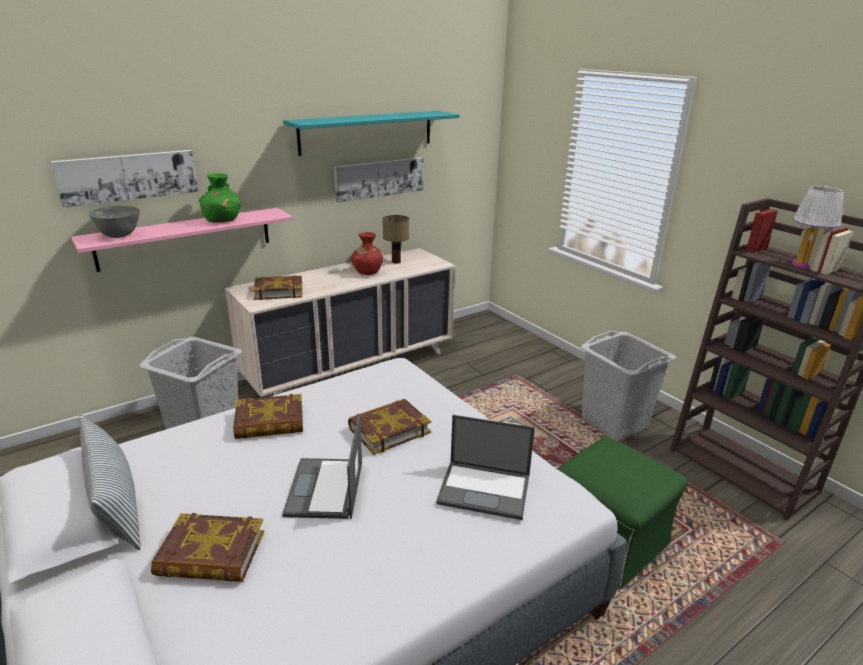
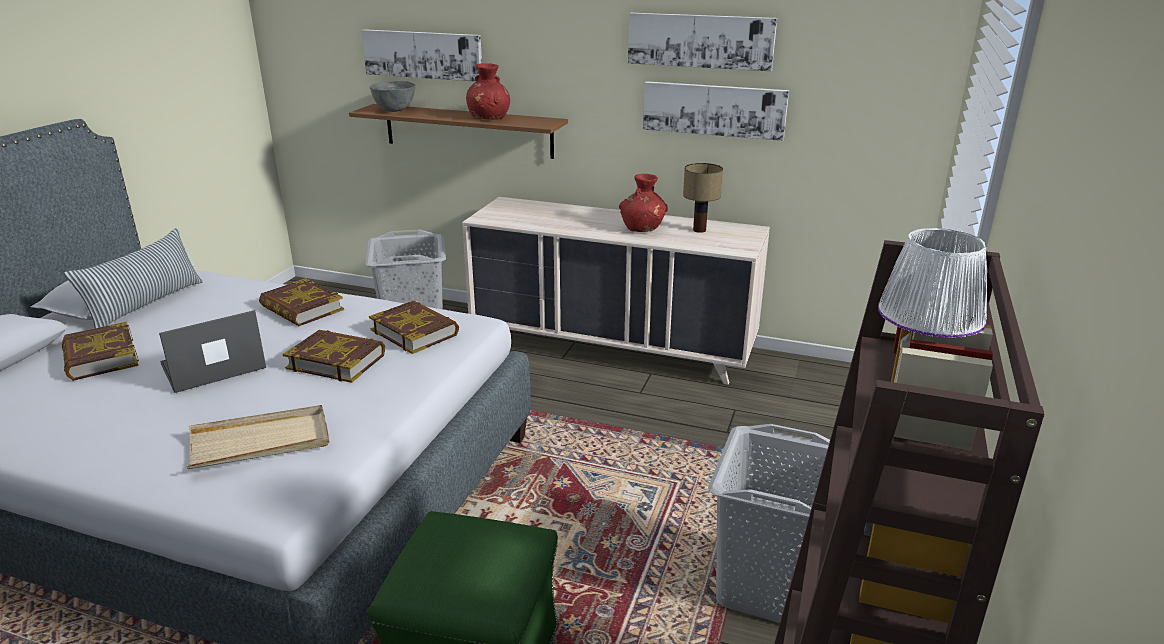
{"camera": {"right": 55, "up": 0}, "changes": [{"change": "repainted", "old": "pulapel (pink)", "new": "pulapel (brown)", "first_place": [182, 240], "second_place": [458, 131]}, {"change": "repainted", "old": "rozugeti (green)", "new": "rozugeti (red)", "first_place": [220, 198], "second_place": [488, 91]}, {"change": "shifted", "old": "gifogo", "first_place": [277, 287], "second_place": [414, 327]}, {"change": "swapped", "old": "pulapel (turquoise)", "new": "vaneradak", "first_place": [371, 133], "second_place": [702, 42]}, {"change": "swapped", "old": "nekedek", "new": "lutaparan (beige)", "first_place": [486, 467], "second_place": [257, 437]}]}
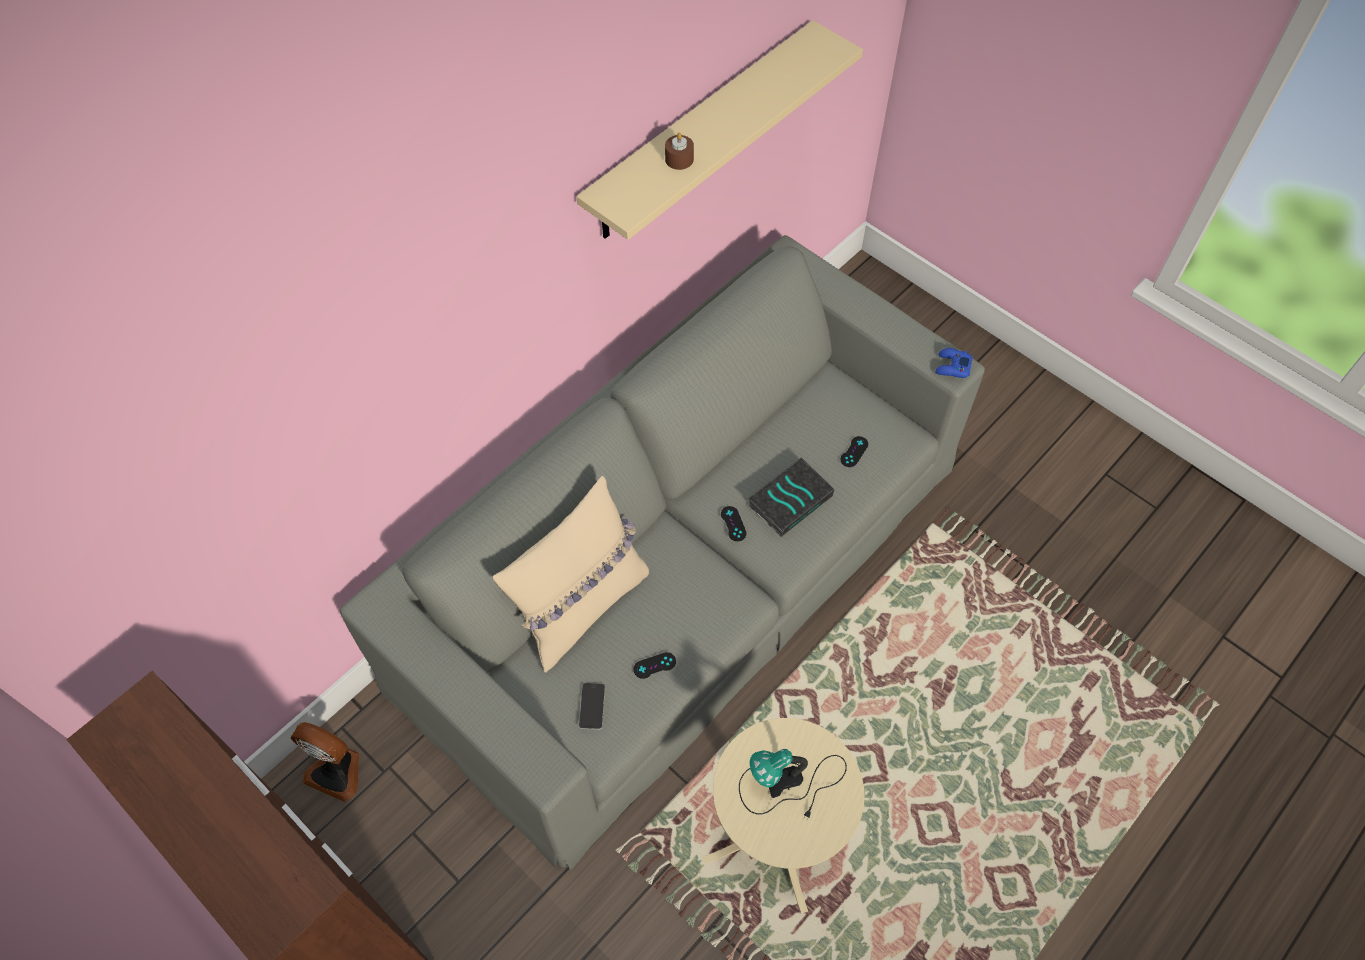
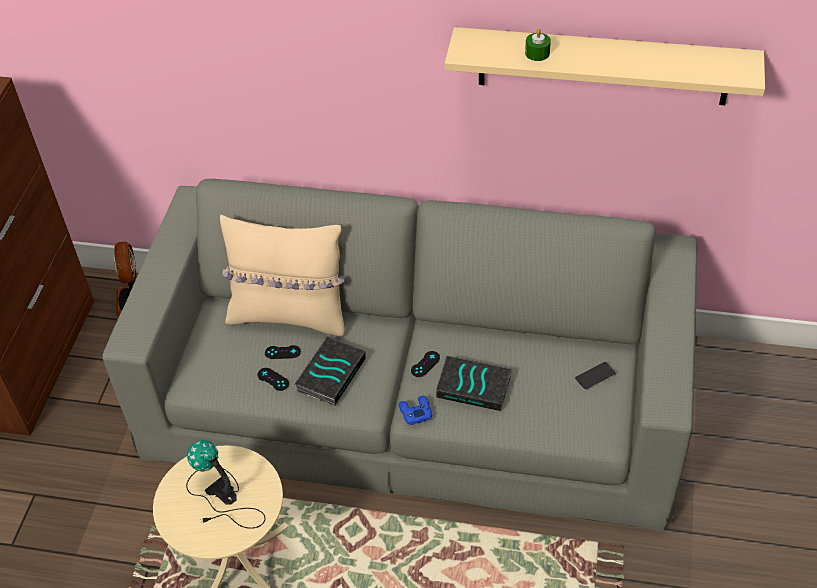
{"camera": {"right": 60, "up": -10}, "changes": [{"change": "shifted", "old": "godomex", "first_place": [592, 706], "second_place": [595, 376]}, {"change": "repainted", "old": "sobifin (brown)", "new": "sobifin (green)", "first_place": [679, 151], "second_place": [538, 45]}, {"change": "shifted", "old": "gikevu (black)", "first_place": [854, 451], "second_place": [283, 352]}, {"change": "shifted", "old": "gikevu (blue)", "first_place": [954, 363], "second_place": [415, 410]}, {"change": "new", "new": "gifogo", "second_place": [330, 371]}]}
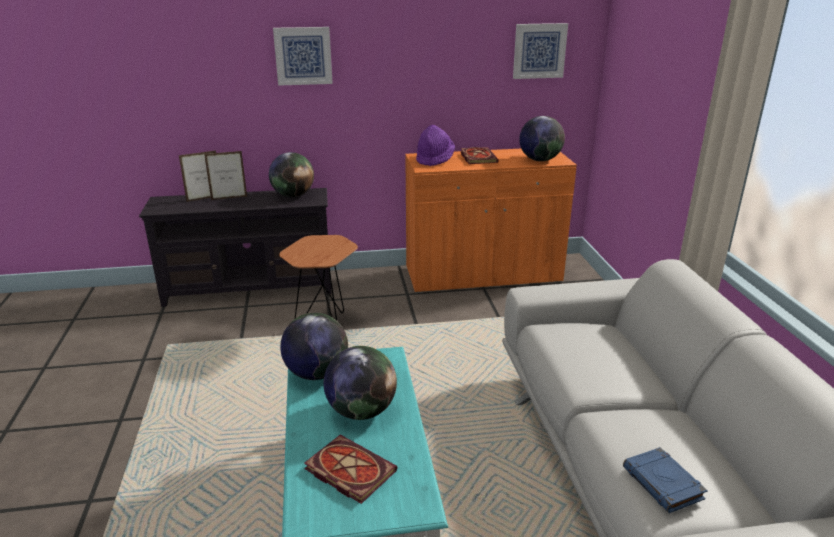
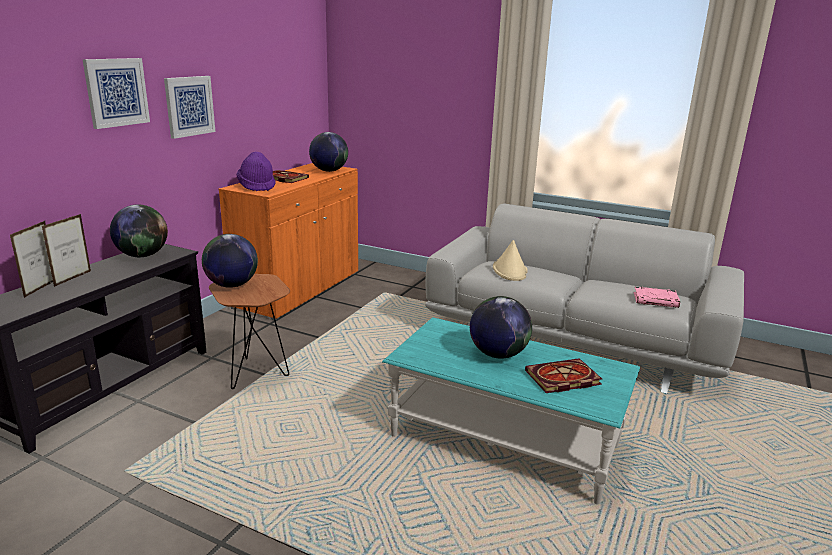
{"camera": {"right": -55, "up": -5}, "changes": [{"change": "shifted", "old": "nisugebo", "first_place": [314, 346], "second_place": [230, 261]}, {"change": "shifted", "old": "vaneradak", "first_place": [540, 51], "second_place": [190, 107]}, {"change": "repainted", "old": "gifogo (blue)", "new": "gifogo (pink)", "first_place": [665, 480], "second_place": [657, 297]}, {"change": "new", "new": "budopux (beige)", "second_place": [510, 260]}]}
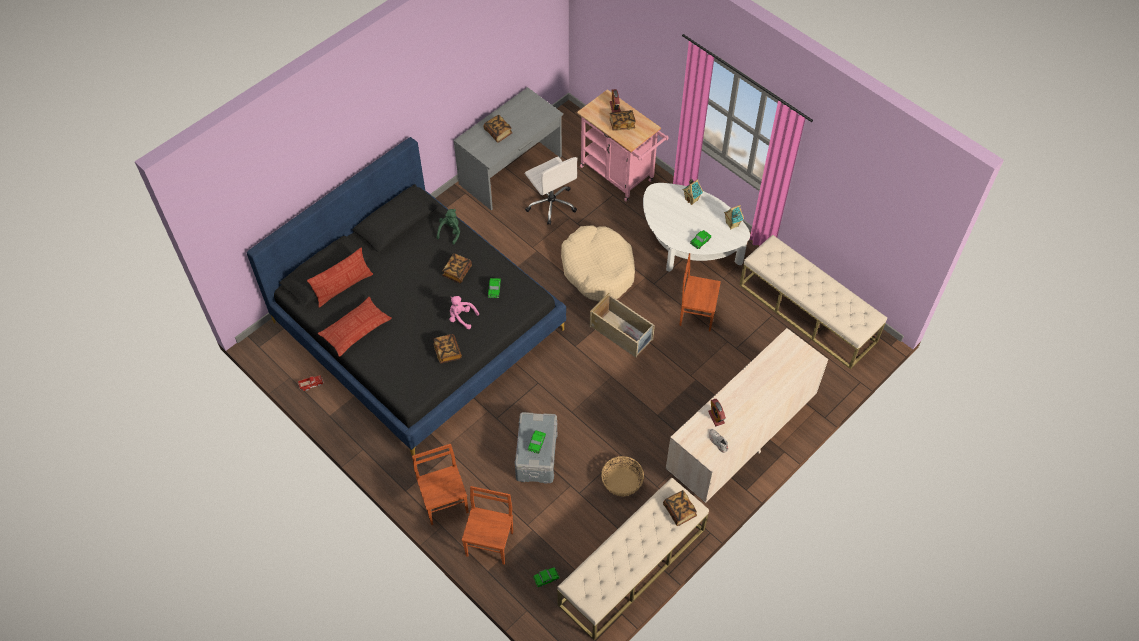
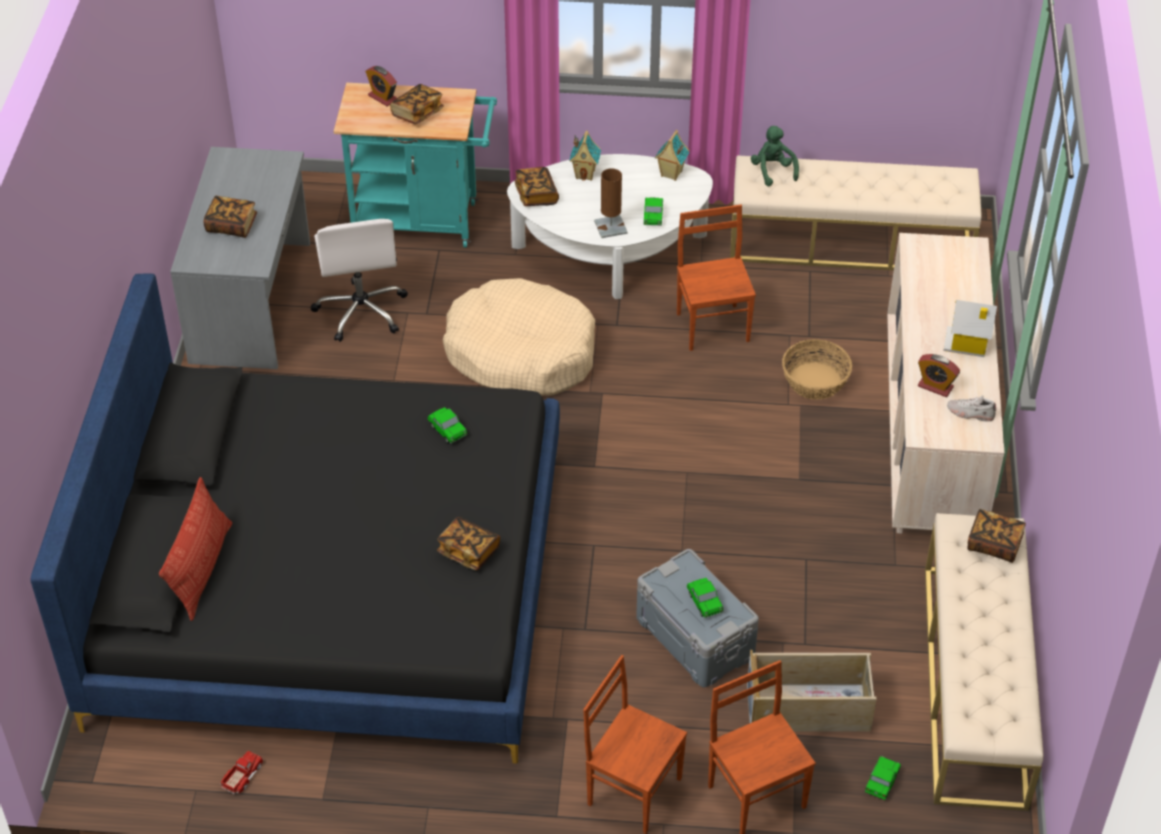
{"camera": {"right": -40, "up": -10}, "changes": [{"change": "gone", "old": "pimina", "first_place": [355, 327]}, {"change": "shifted", "old": "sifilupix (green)", "first_place": [448, 226], "second_place": [775, 156]}, {"change": "shifted", "old": "gifogo", "first_place": [457, 268], "second_place": [537, 186]}, {"change": "gone", "old": "sifilupix (pink)", "first_place": [464, 312]}, {"change": "rotated", "old": "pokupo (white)", "first_place": [551, 190], "second_place": [359, 280], "degrees": 60}, {"change": "repainted", "old": "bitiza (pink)", "new": "bitiza (turquoise)", "first_place": [623, 145], "second_place": [415, 165]}, {"change": "shifted", "old": "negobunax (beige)", "first_place": [622, 325], "second_place": [812, 691]}, {"change": "shifted", "old": "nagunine", "first_place": [622, 476], "second_place": [817, 369]}, {"change": "rotated", "old": "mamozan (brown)", "first_place": [700, 292], "second_place": [716, 277], "degrees": 105}, {"change": "new", "new": "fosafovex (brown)", "second_place": [611, 203]}, {"change": "new", "new": "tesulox", "second_place": [970, 328]}]}
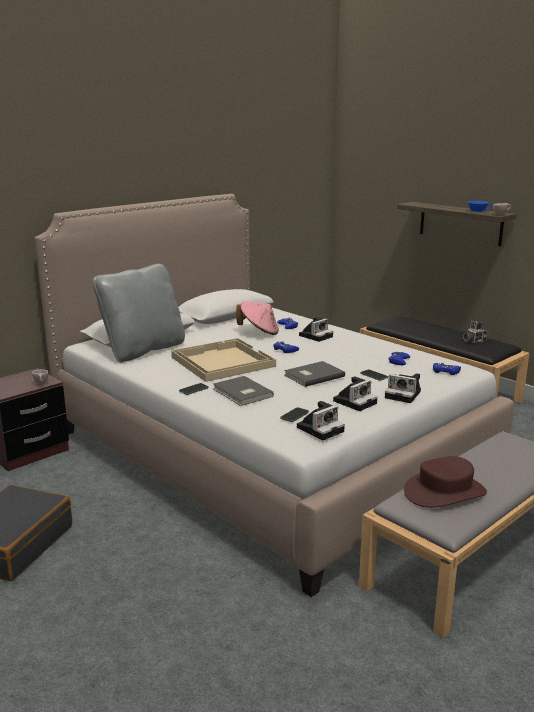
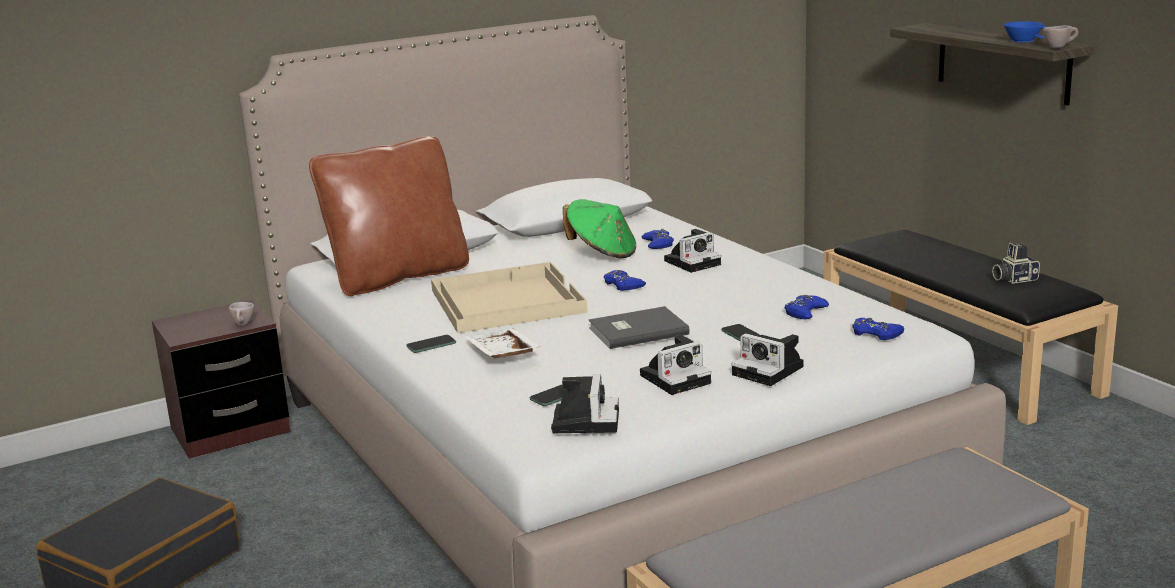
{"camera": {"right": 15, "up": 0}, "changes": [{"change": "repainted", "old": "pimina (grey)", "new": "pimina (brown)", "first_place": [139, 313], "second_place": [389, 216]}, {"change": "swapped", "old": "gifogo (grey)", "new": "lutaparan (white)", "first_place": [243, 391], "second_place": [503, 343]}, {"change": "repainted", "old": "budopux (pink)", "new": "budopux (green)", "first_place": [257, 318], "second_place": [599, 228]}, {"change": "rotated", "old": "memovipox", "first_place": [321, 421], "second_place": [585, 403], "degrees": -60}, {"change": "gone", "old": "budopux (brown)", "first_place": [445, 482]}]}
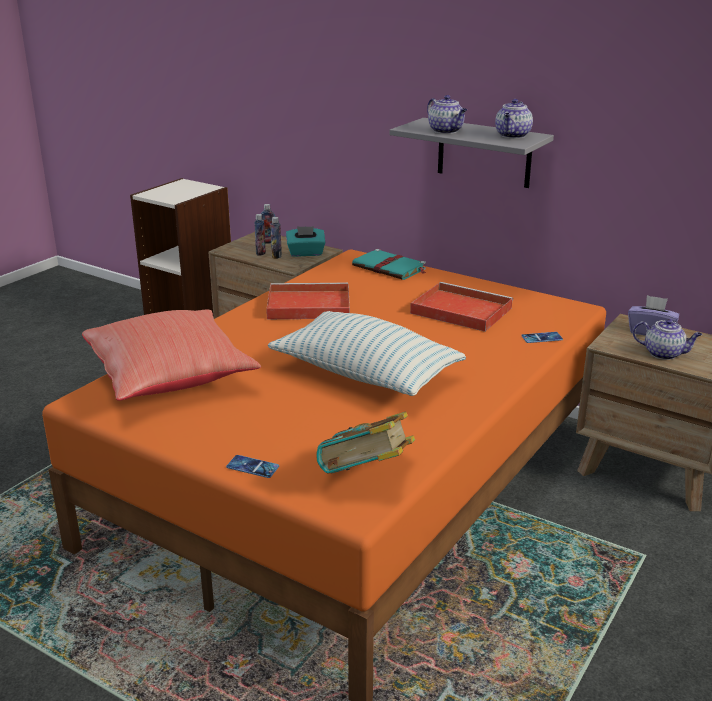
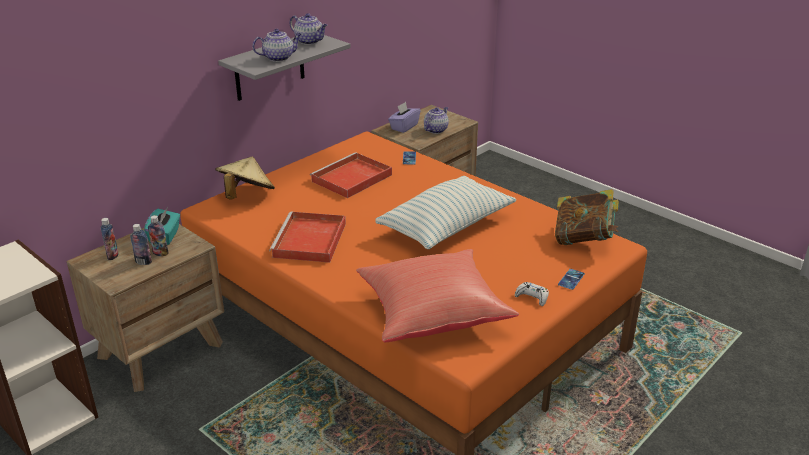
{"camera": {"right": -80, "up": 5}, "changes": [{"change": "swapped", "old": "gifogo (turquoise)", "new": "budopux (beige)", "first_place": [389, 264], "second_place": [245, 178]}, {"change": "new", "new": "gikevu (white)", "second_place": [532, 294]}]}
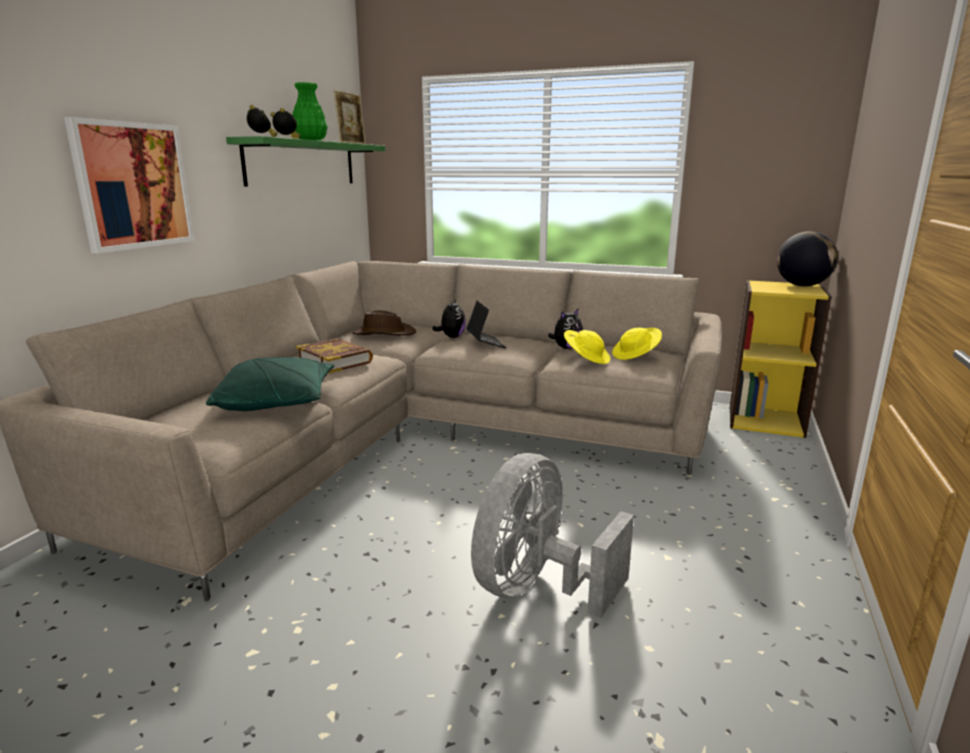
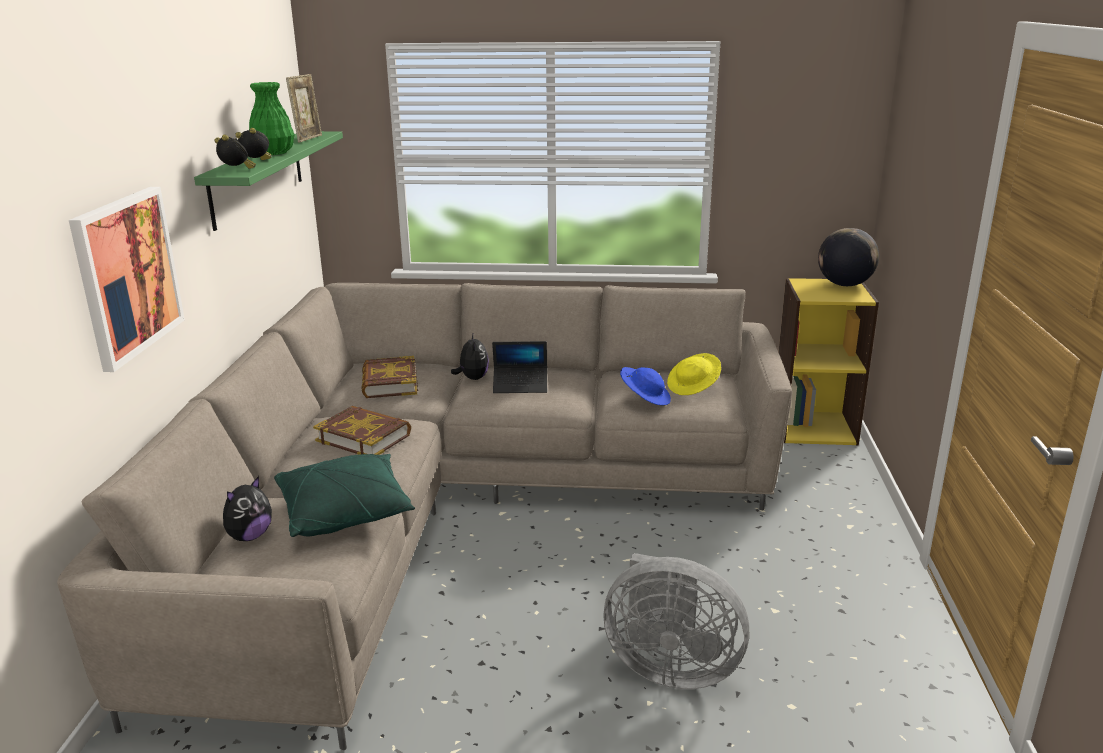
{"camera": {"right": -15, "up": 5}, "changes": [{"change": "swapped", "old": "budopux (brown)", "new": "gifogo", "first_place": [384, 323], "second_place": [389, 377]}, {"change": "rotated", "old": "nekedek", "first_place": [486, 324], "second_place": [519, 367], "degrees": 120}, {"change": "rotated", "old": "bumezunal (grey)", "first_place": [552, 535], "second_place": [676, 621], "degrees": -90}, {"change": "shifted", "old": "sifilupix", "first_place": [565, 329], "second_place": [247, 508]}, {"change": "repainted", "old": "budopux (yellow)", "new": "budopux (blue)", "first_place": [587, 347], "second_place": [645, 386]}]}
